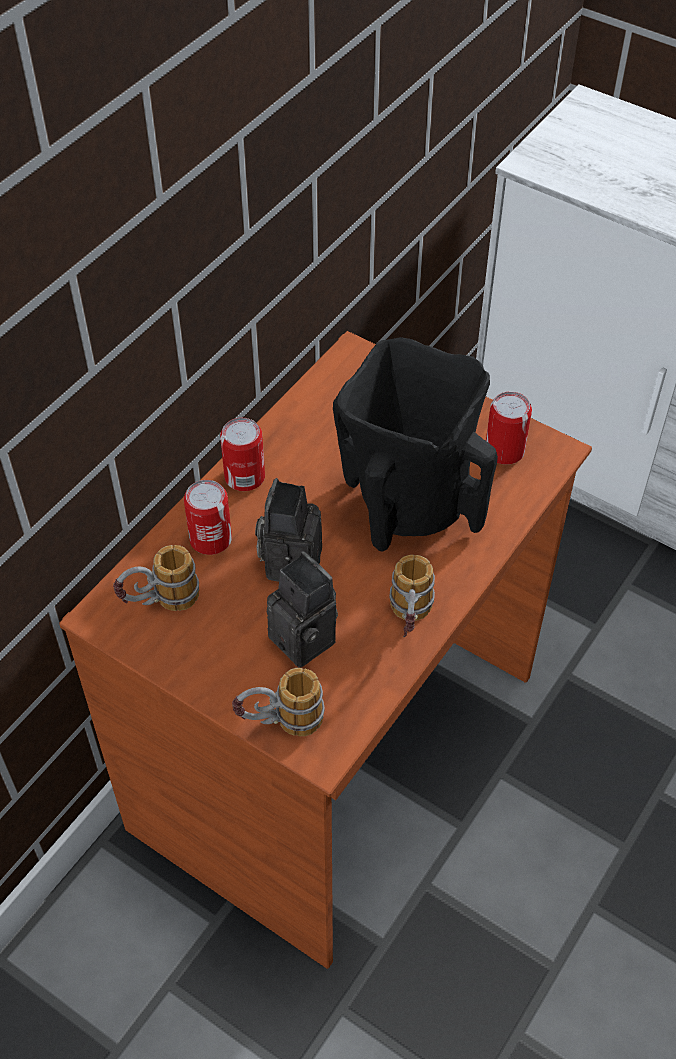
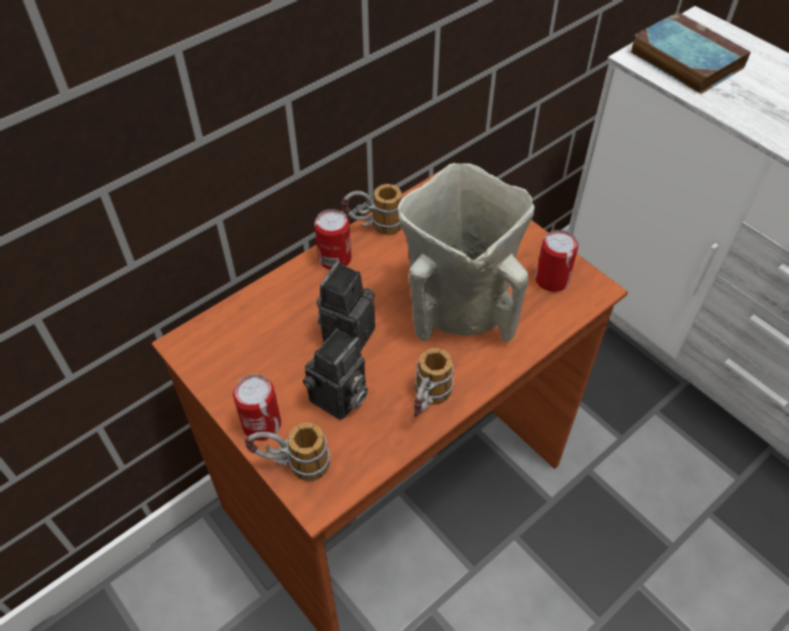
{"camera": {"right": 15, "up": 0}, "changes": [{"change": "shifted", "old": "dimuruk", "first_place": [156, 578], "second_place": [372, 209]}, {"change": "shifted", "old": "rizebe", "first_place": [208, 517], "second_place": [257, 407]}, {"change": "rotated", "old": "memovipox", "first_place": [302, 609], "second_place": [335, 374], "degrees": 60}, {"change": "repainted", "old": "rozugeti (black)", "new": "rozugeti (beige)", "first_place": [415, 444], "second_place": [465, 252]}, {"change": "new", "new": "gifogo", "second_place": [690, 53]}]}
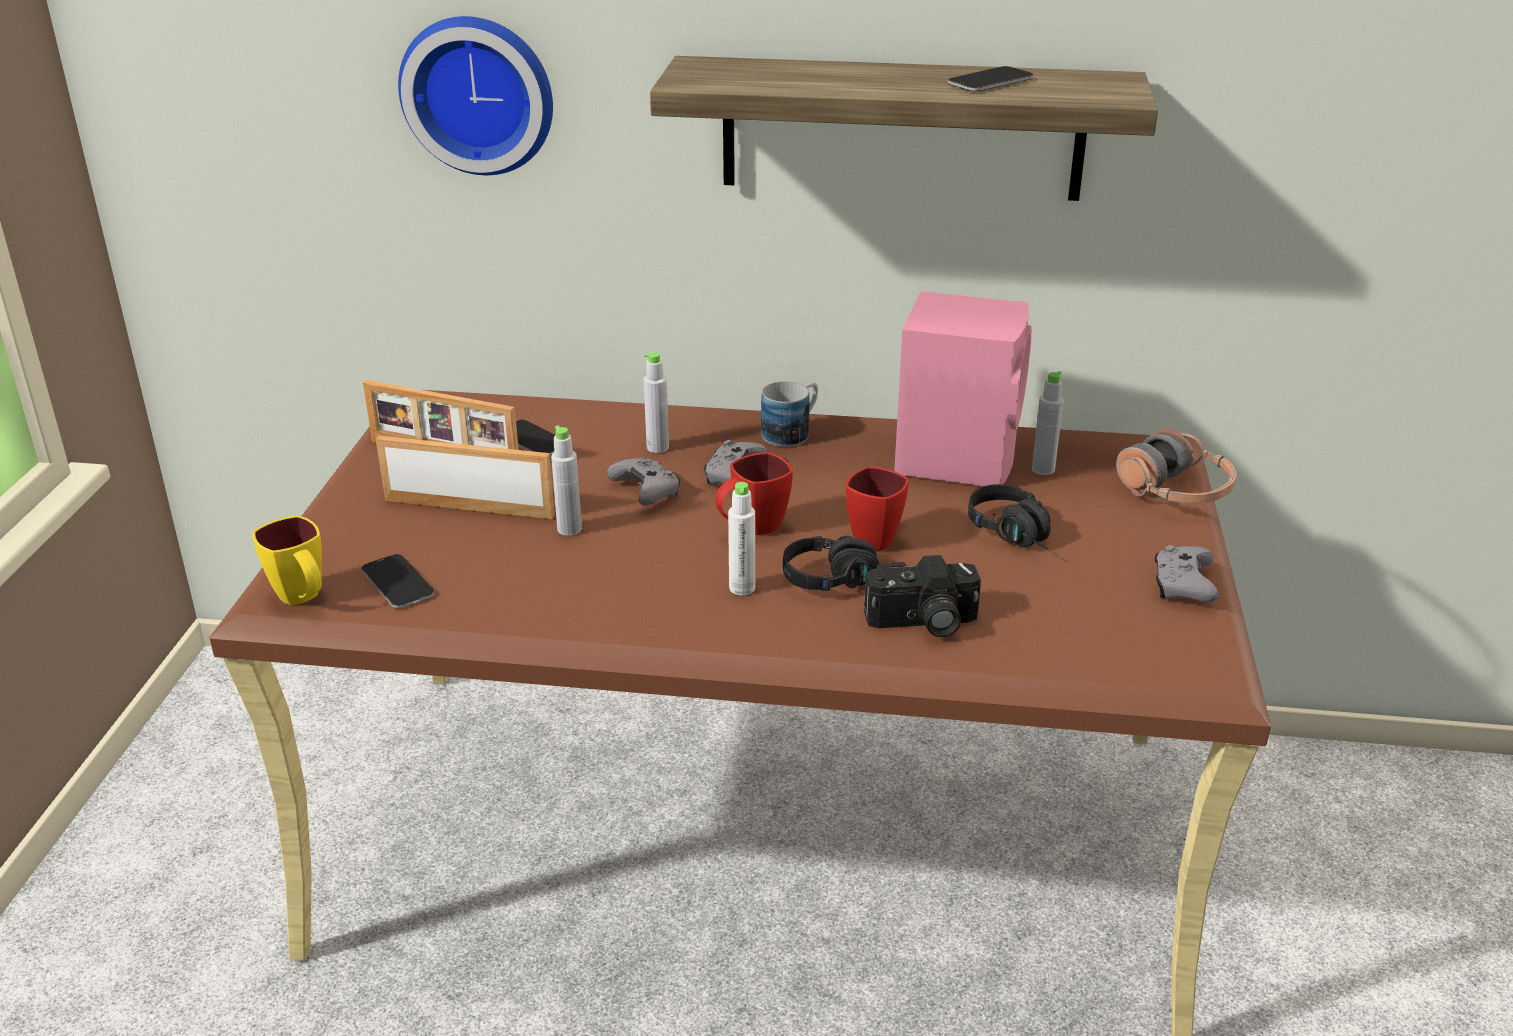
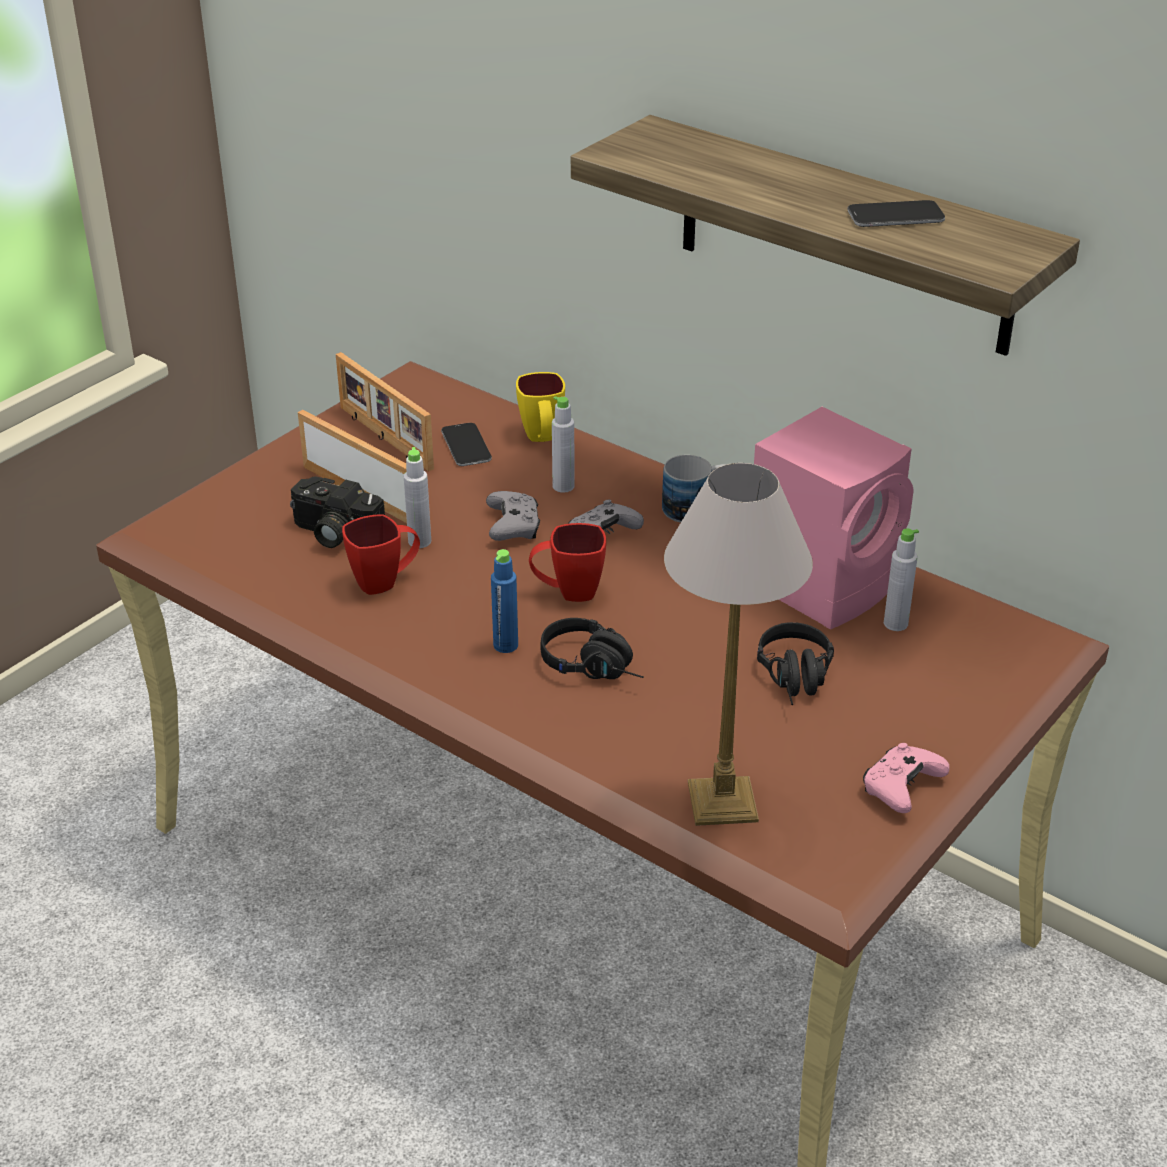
{"camera": {"right": 30, "up": 5}, "changes": [{"change": "shifted", "old": "dimuruk (yellow)", "first_place": [287, 561], "second_place": [540, 407]}, {"change": "gone", "old": "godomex", "first_place": [397, 581]}, {"change": "gone", "old": "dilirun", "first_place": [475, 95]}, {"change": "repainted", "old": "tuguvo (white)", "new": "tuguvo (blue)", "first_place": [741, 538], "second_place": [504, 601]}, {"change": "shifted", "old": "dimuruk (red)", "first_place": [877, 509], "second_place": [381, 554]}, {"change": "shifted", "old": "memovipox", "first_place": [922, 596], "second_place": [337, 512]}, {"change": "gone", "old": "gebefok", "first_place": [1176, 465]}, {"change": "repainted", "old": "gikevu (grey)", "new": "gikevu (pink)", "first_place": [1186, 573], "second_place": [906, 778]}, {"change": "new", "new": "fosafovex", "second_place": [738, 644]}]}
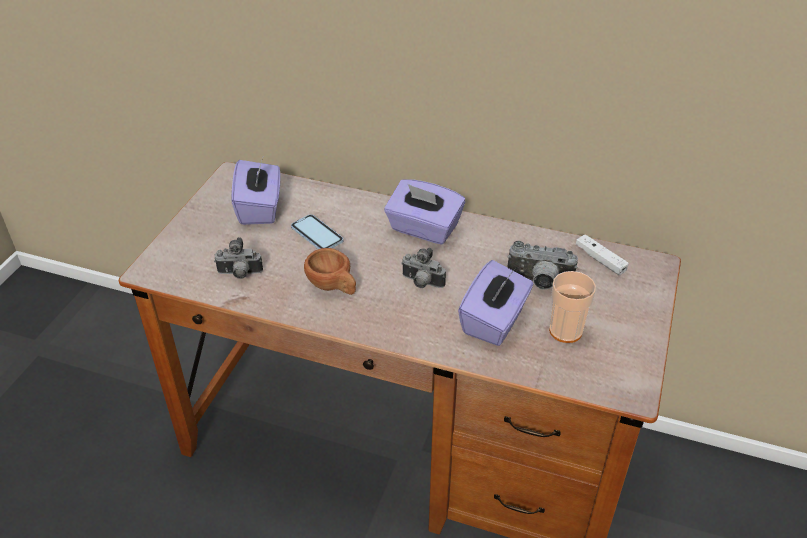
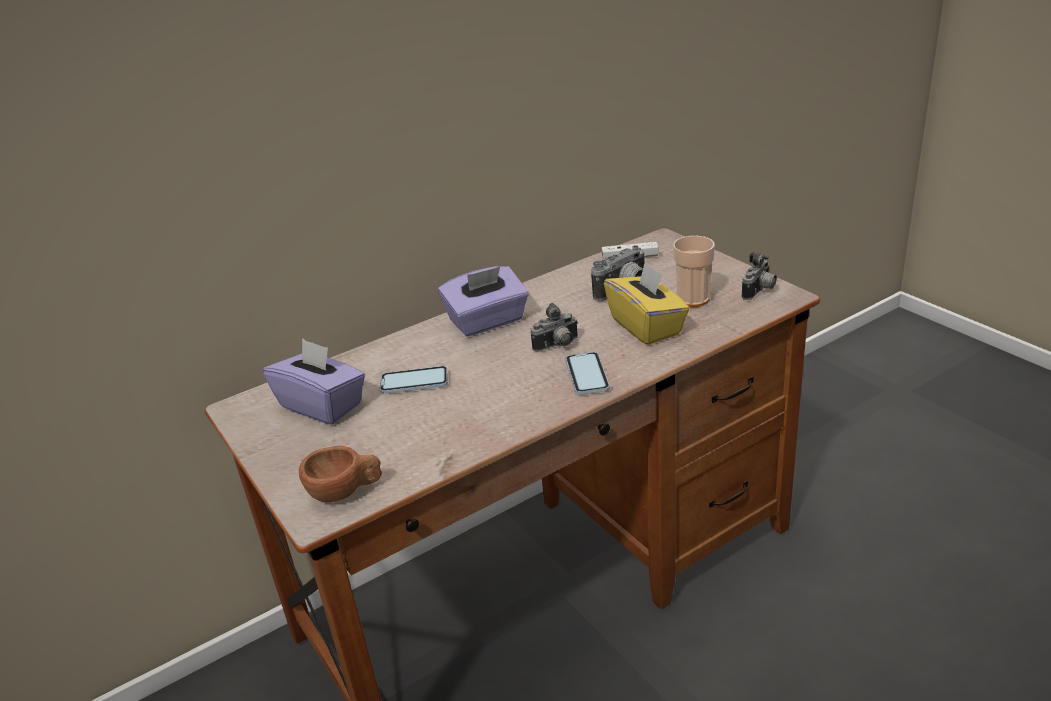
{"camera": {"right": -50, "up": -10}, "changes": [{"change": "shifted", "old": "memovipox", "first_place": [238, 258], "second_place": [759, 276]}, {"change": "shifted", "old": "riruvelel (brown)", "first_place": [330, 271], "second_place": [340, 474]}, {"change": "repainted", "old": "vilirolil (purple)", "new": "vilirolil (yellow)", "first_place": [495, 303], "second_place": [647, 303]}, {"change": "new", "new": "godomex", "second_place": [588, 373]}]}
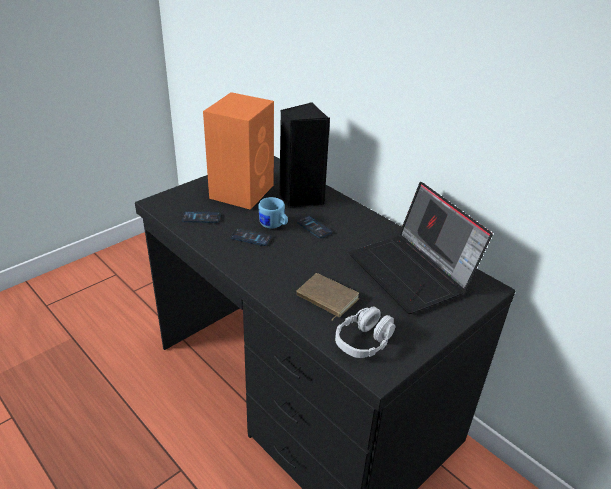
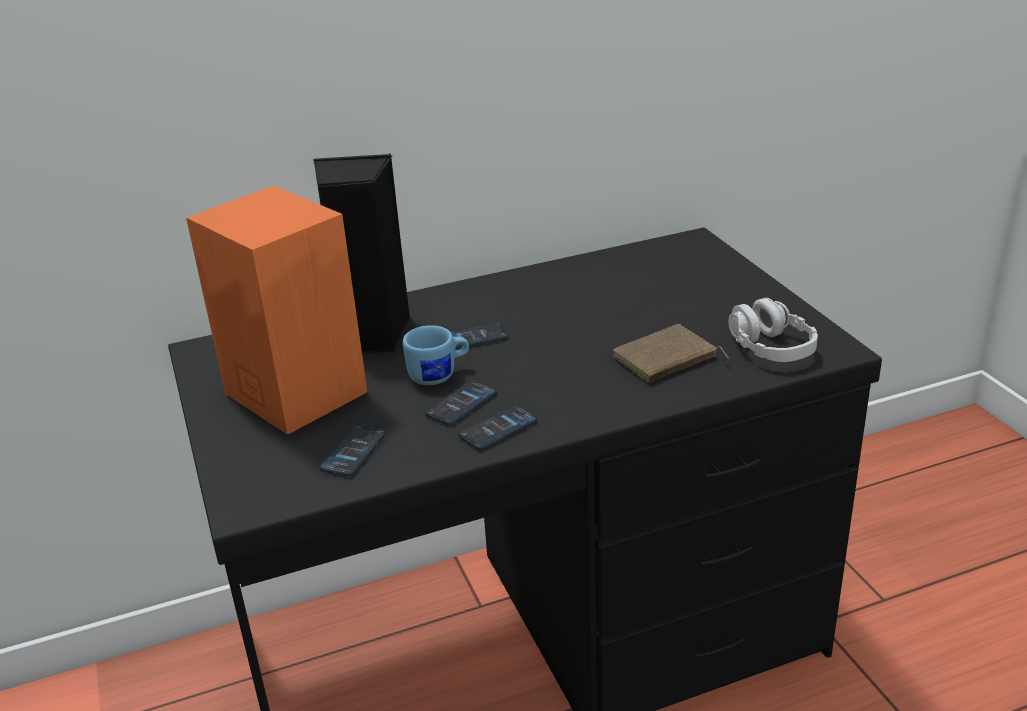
{"camera": {"right": -65, "up": -5}, "changes": [{"change": "gone", "old": "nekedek", "first_place": [421, 248]}, {"change": "new", "new": "godomex", "second_place": [497, 427]}]}
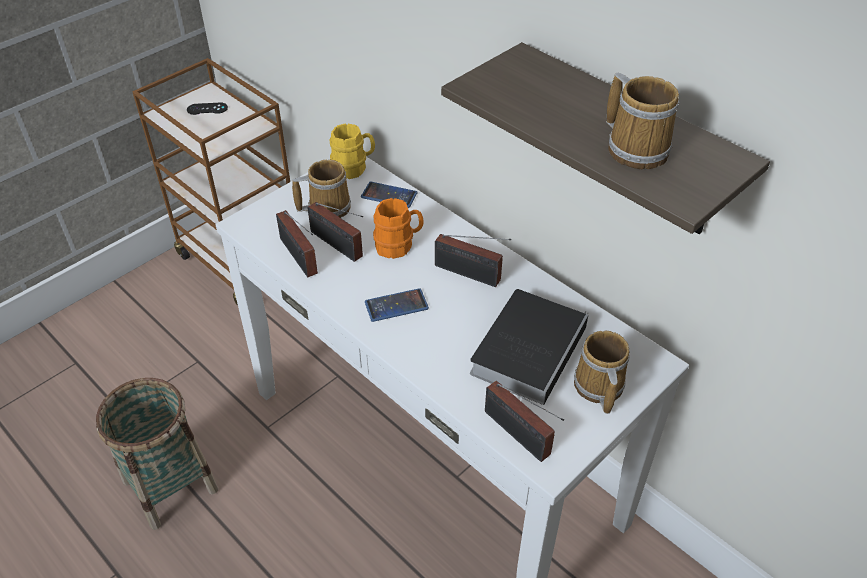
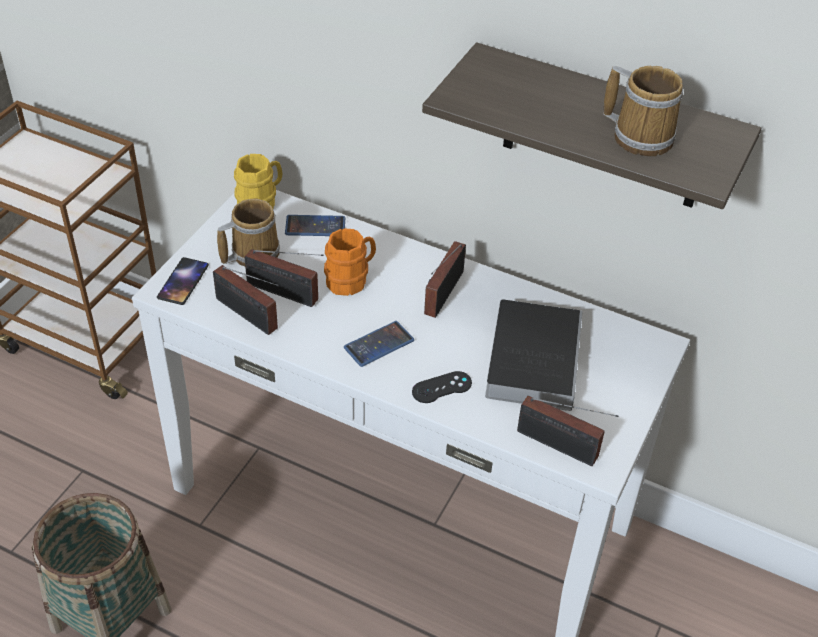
{"camera": {"right": -20, "up": 0}, "changes": [{"change": "shifted", "old": "gikevu (black)", "first_place": [207, 109], "second_place": [442, 387]}, {"change": "rotated", "old": "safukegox", "first_place": [473, 260], "second_place": [445, 279], "degrees": 105}, {"change": "gone", "old": "dimuruk", "first_place": [602, 372]}, {"change": "new", "new": "godomex", "second_place": [183, 281]}]}
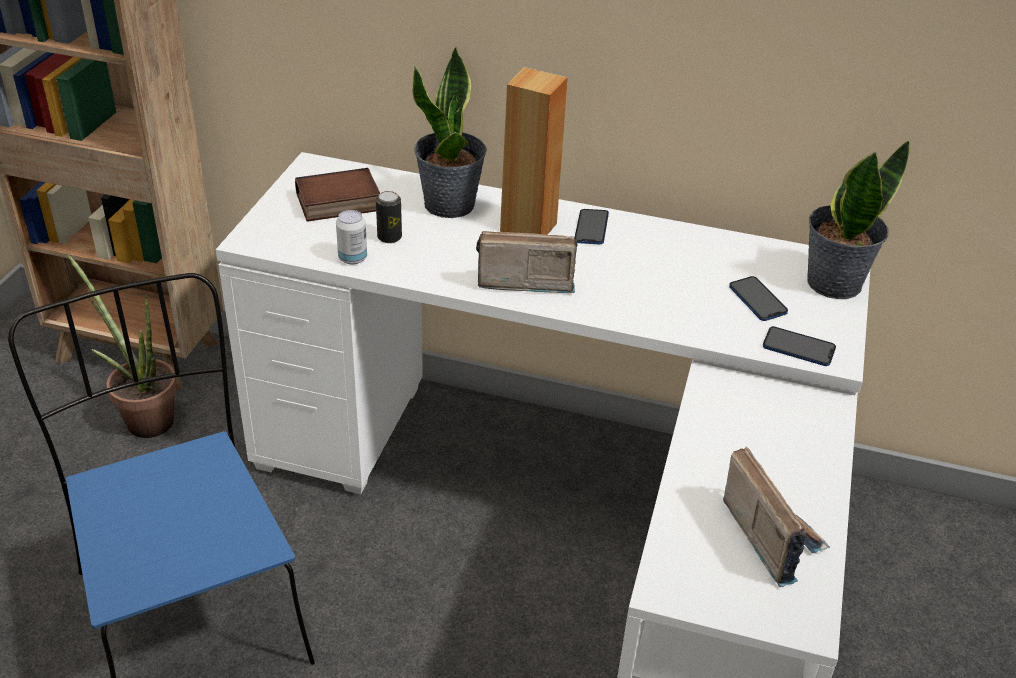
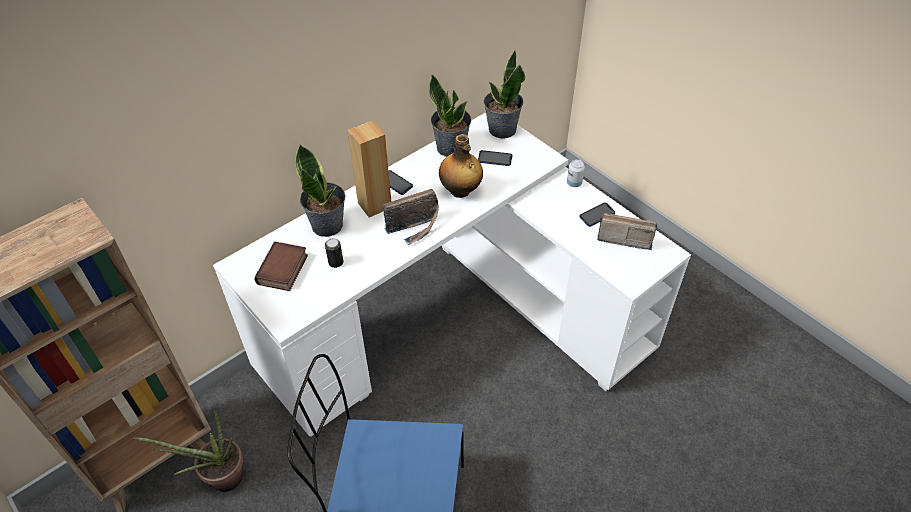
{"camera": {"right": -55, "up": 10}, "changes": [{"change": "shifted", "old": "rizebe", "first_place": [351, 237], "second_place": [576, 173]}, {"change": "rotated", "old": "safukegox", "first_place": [526, 262], "second_place": [411, 217], "degrees": -150}, {"change": "shifted", "old": "godomex", "first_place": [799, 346], "second_place": [597, 215]}, {"change": "new", "new": "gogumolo", "second_place": [450, 116]}, {"change": "new", "new": "tuguvo", "second_place": [461, 166]}]}
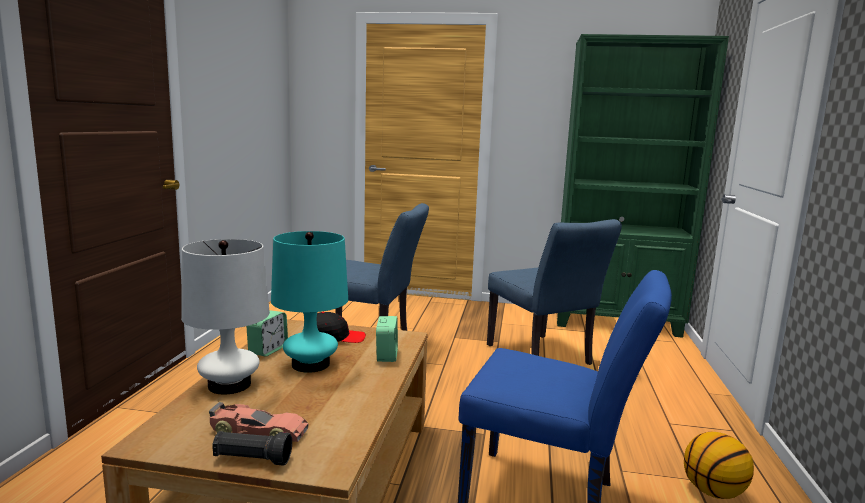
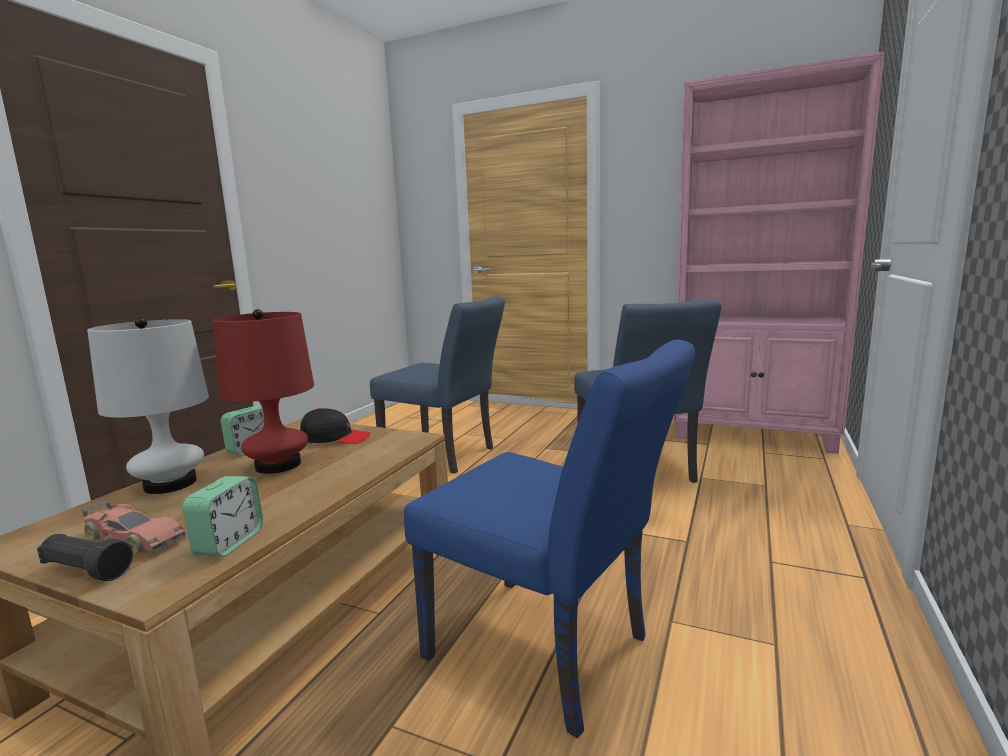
{"camera": {"right": 15, "up": 0}, "changes": [{"change": "repainted", "old": "fosafovex (turquoise)", "new": "fosafovex (red)", "first_place": [309, 302], "second_place": [263, 391]}, {"change": "shifted", "old": "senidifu", "first_place": [387, 339], "second_place": [222, 516]}, {"change": "repainted", "old": "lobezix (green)", "new": "lobezix (pink)", "first_place": [643, 186], "second_place": [779, 252]}, {"change": "gone", "old": "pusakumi", "first_place": [719, 465]}]}
